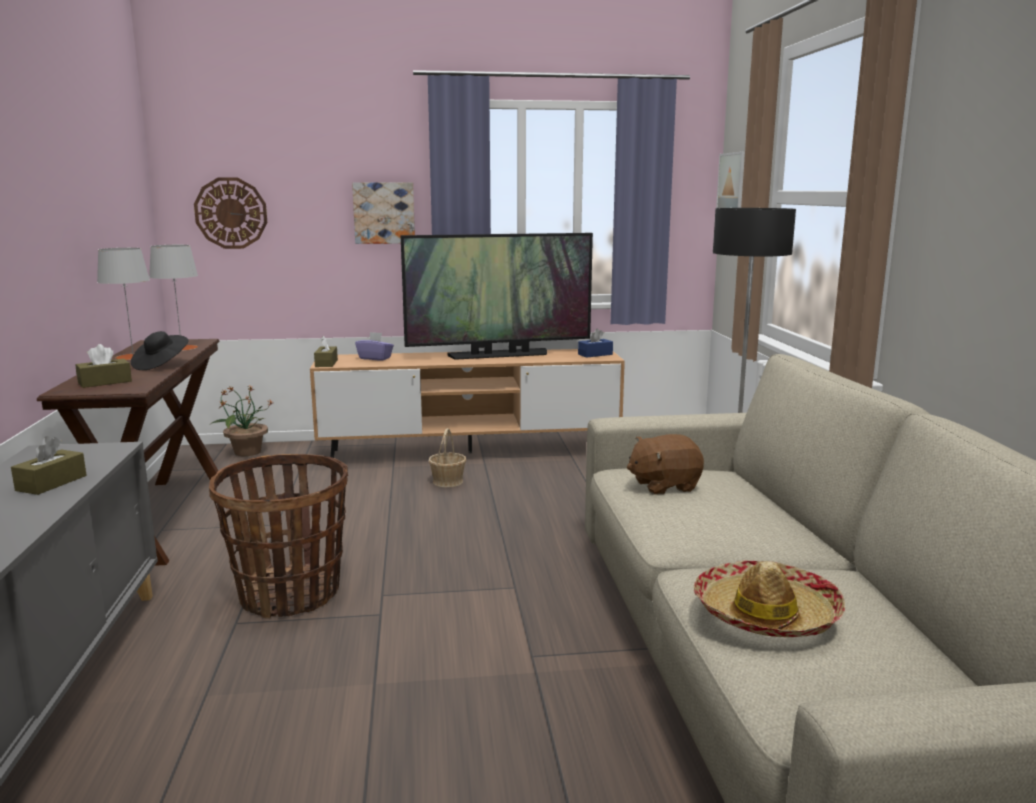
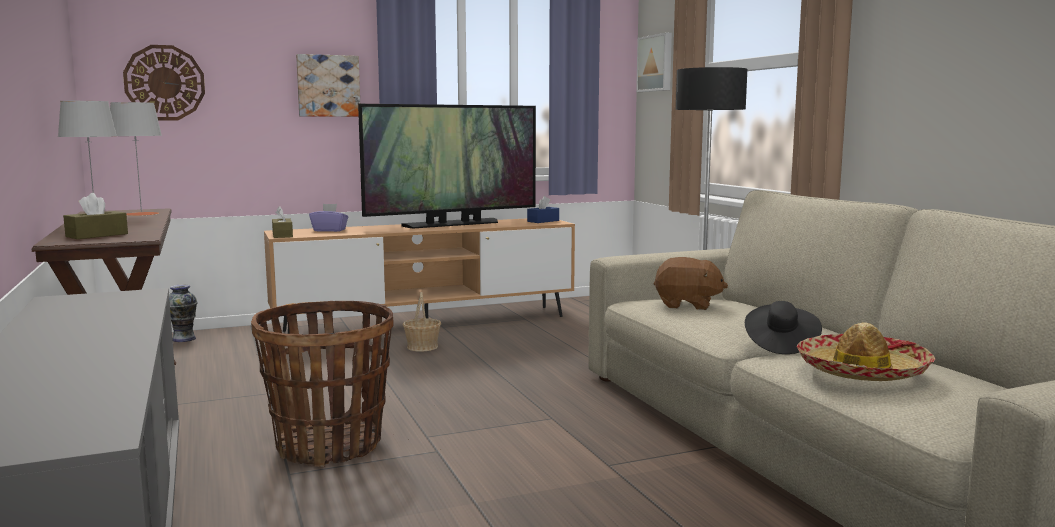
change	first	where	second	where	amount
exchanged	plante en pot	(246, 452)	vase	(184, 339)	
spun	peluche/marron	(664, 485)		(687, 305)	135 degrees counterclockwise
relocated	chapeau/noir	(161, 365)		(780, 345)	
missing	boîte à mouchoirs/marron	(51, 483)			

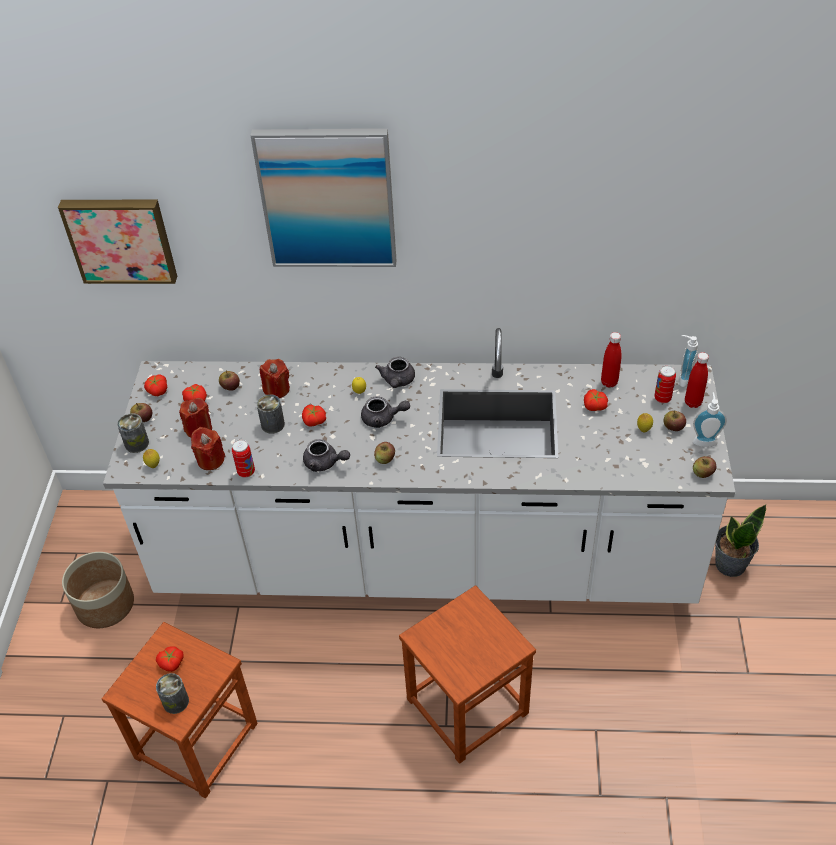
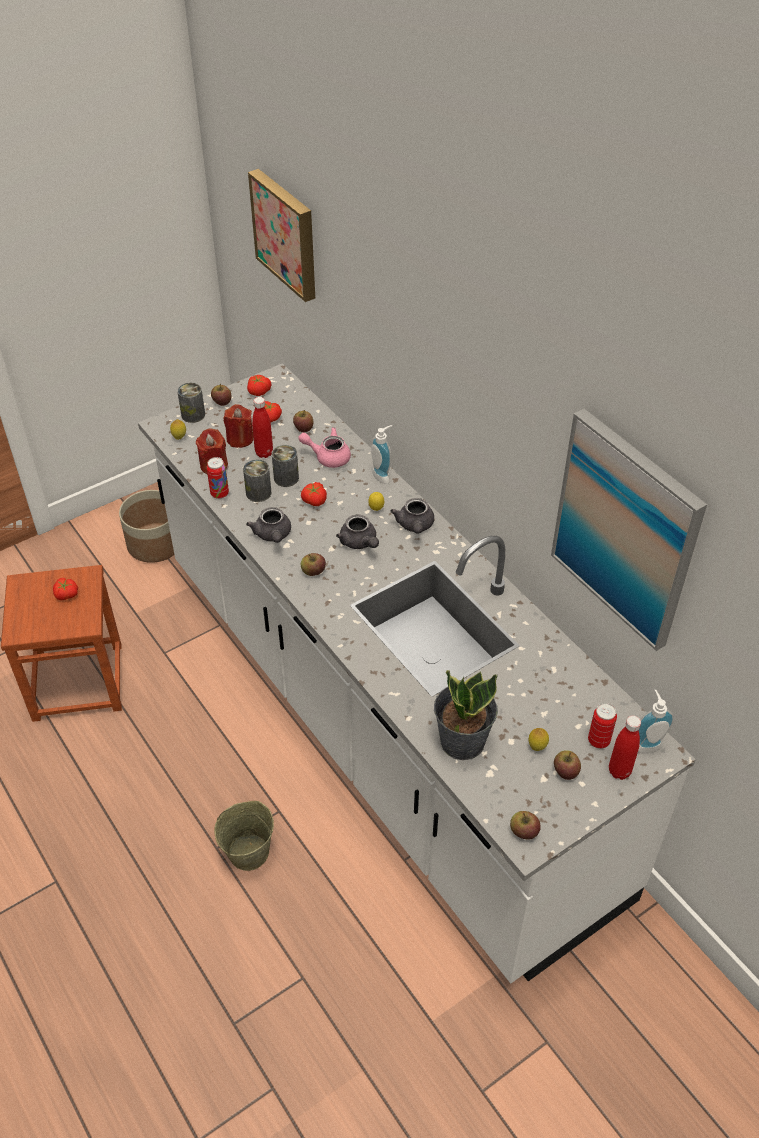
change	first	where	second	where	amount
exchanged	tabouret/marron	(467, 705)	seau/beige	(249, 851)	
relocated	boîte métallique	(176, 702)		(258, 493)	
relocated	bouteille/rouge	(609, 382)		(264, 453)	
exchanged	bougie/rouge	(276, 389)	théière/rose	(328, 457)	
relocated	distributeur de savon	(704, 440)		(383, 475)	
spun	théière/gris	(397, 381)		(415, 526)	60 degrees counterclockwise
relocated	plante en pot	(729, 564)		(462, 740)	
relocated	tableau	(327, 198)		(625, 529)	
missing	tomate	(594, 406)			

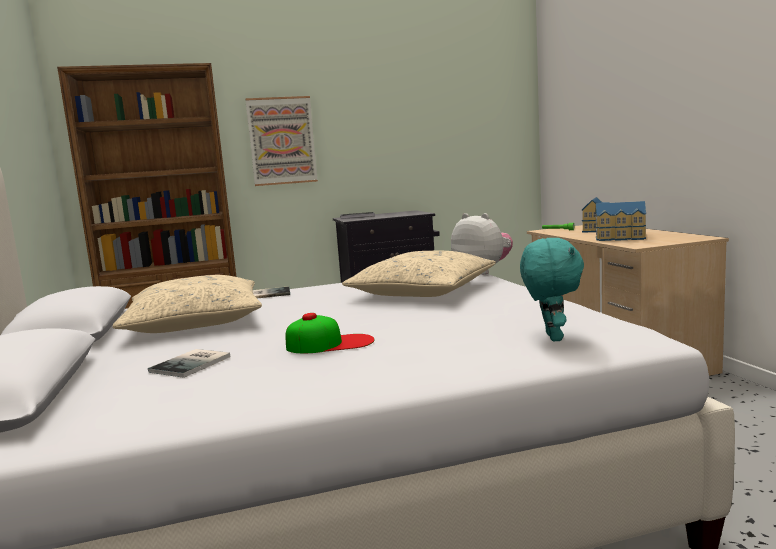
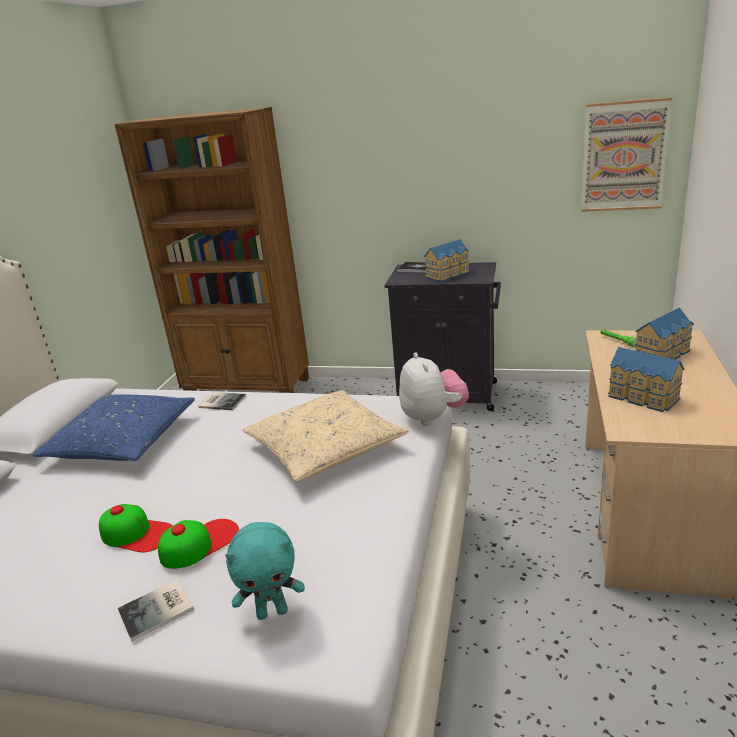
change	first	where	second	where	amount
colour	coussin/beige	(195, 322)	coussin/bleu	(122, 441)	
relocated	livre	(193, 364)		(158, 610)	
appeared			casquette	(199, 543)	
spun	peluche/turquoise	(551, 337)		(272, 612)	45 degrees clockwise
appeared			maison miniature	(449, 275)	
relocated	tableau	(282, 141)		(624, 156)	

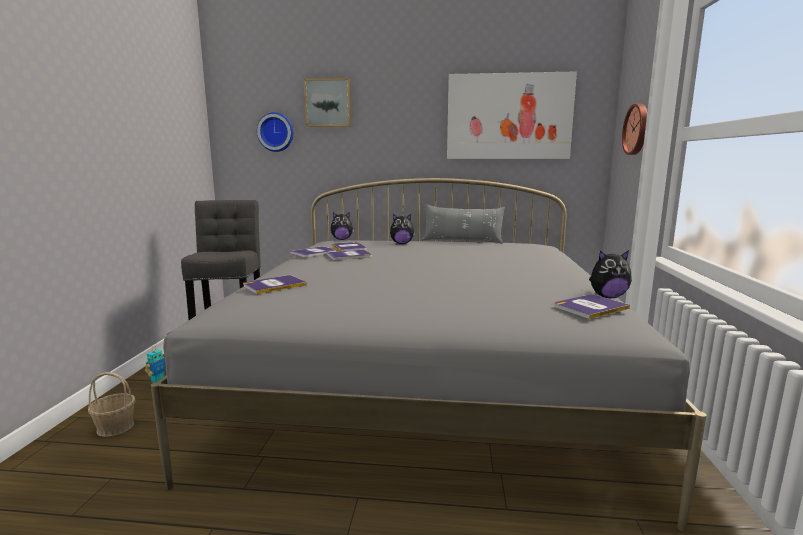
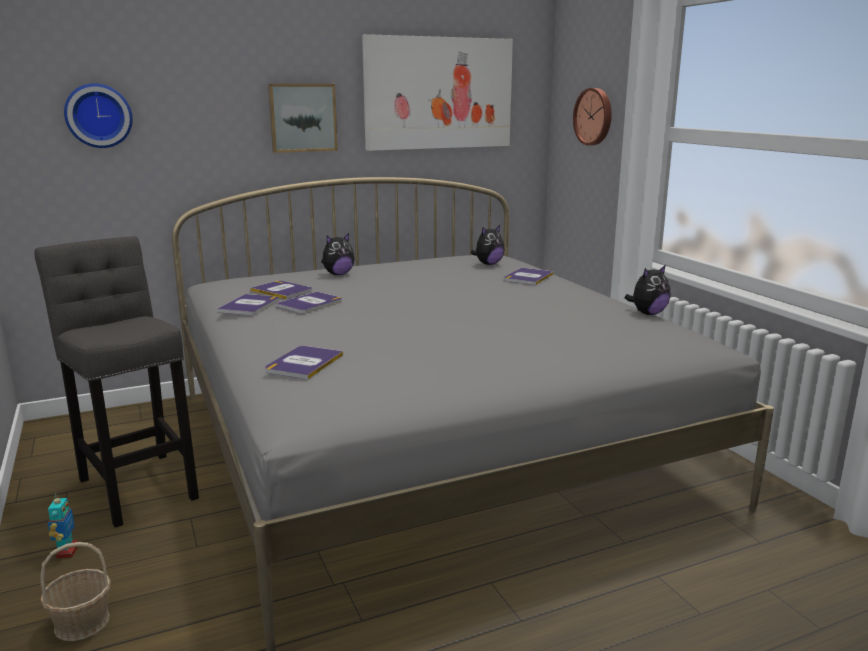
change	first	where	second	where	amount
relocated	tableau	(328, 103)		(302, 117)	
relocated	peluche	(342, 239)		(488, 264)	
relocated	livre	(590, 307)		(528, 277)	
missing	coussin/gris	(462, 241)			

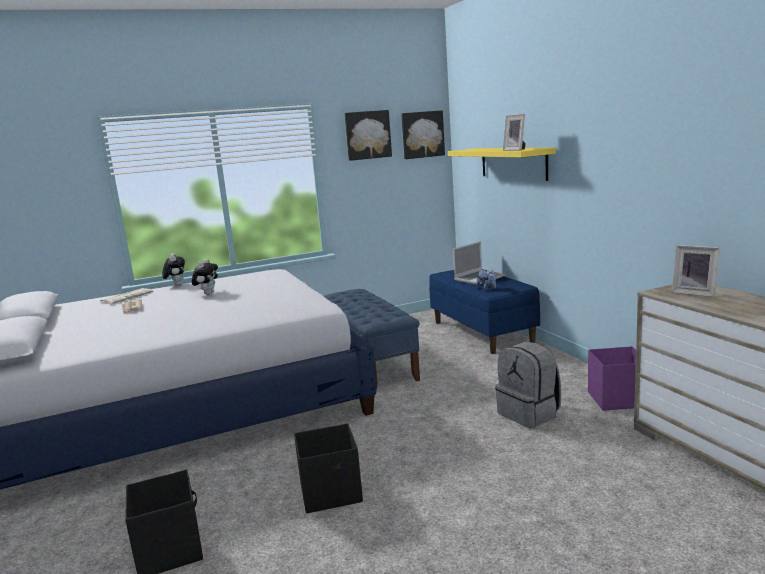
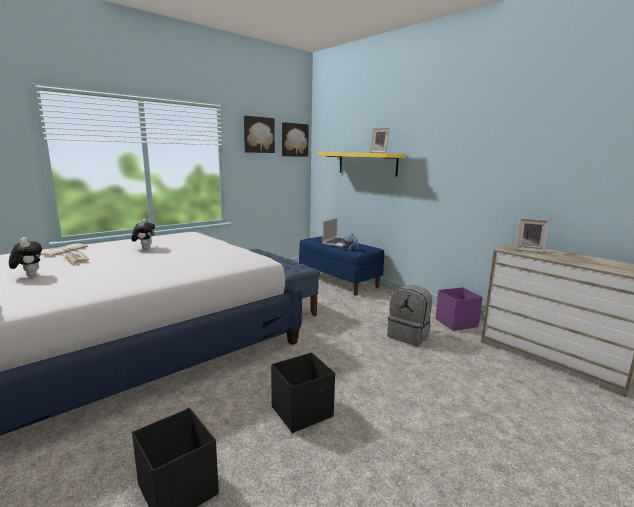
change	first	where	second	where	amount
relocated	peluche	(176, 285)		(29, 276)	

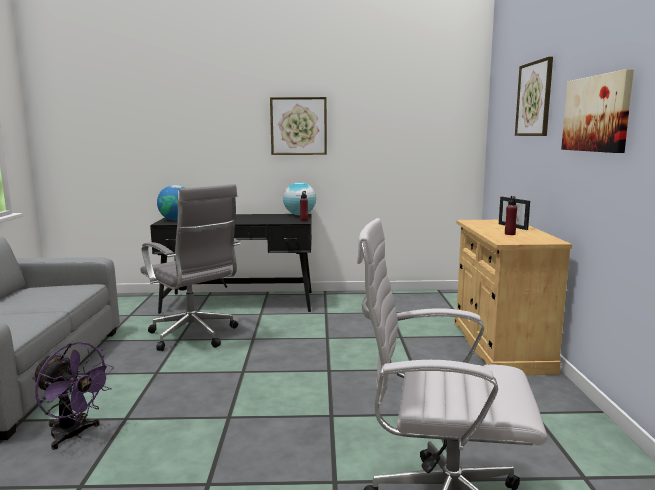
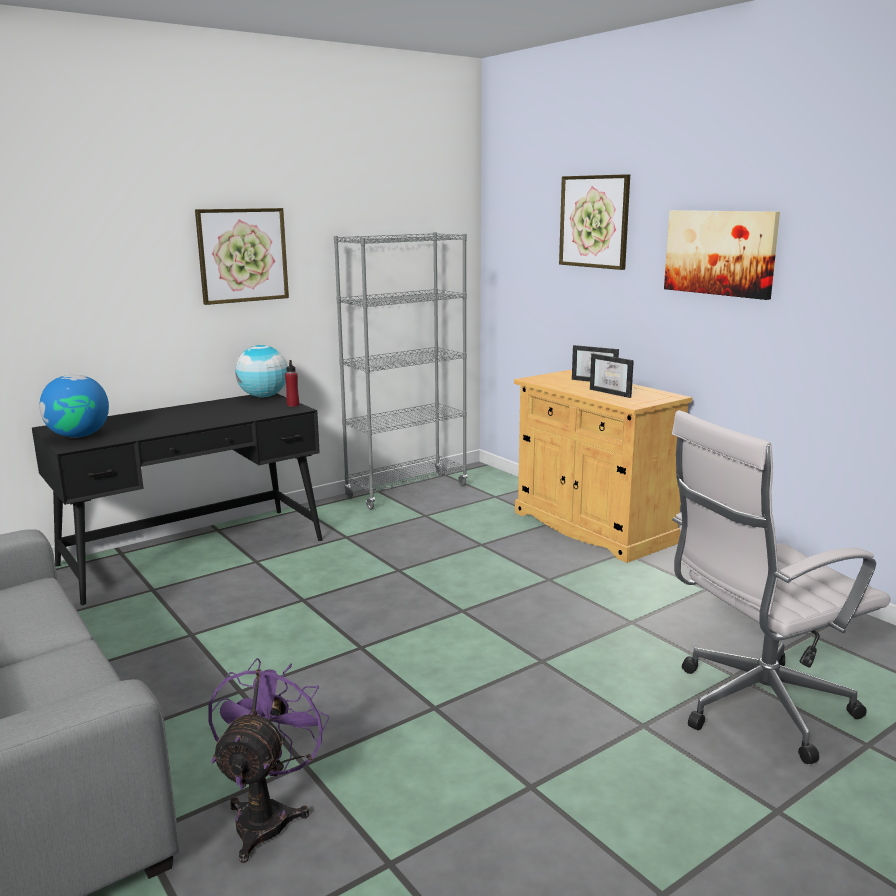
change	first	where	second	where	amount
spun	ventilateur/violet	(74, 435)		(267, 815)	75 degrees counterclockwise
appeared			bibliothèque/gris	(407, 491)	
exchanged	bouteille/rouge	(510, 234)	cadre photo	(614, 393)	
missing	chaise de bureau/gris	(195, 336)			

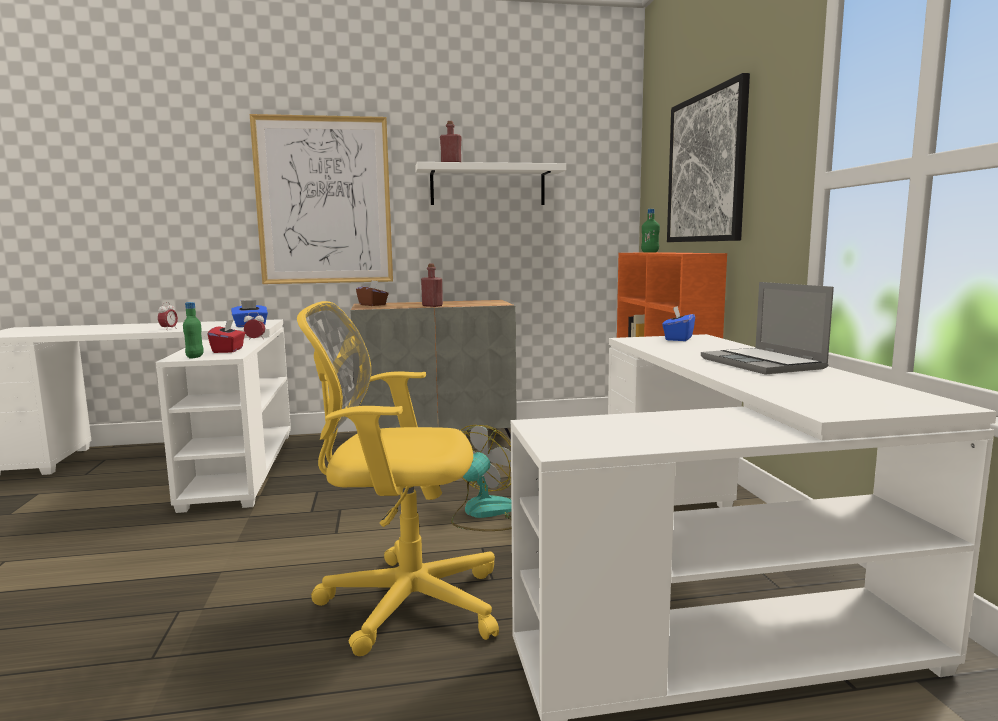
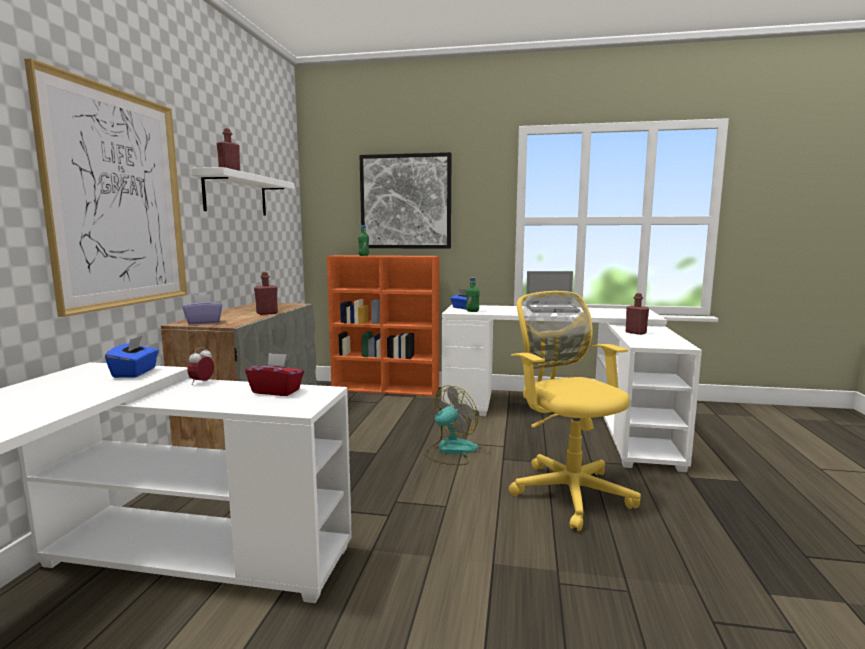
change	first	where	second	where	amount
colour	boîte à mouchoirs/marron	(373, 305)	boîte à mouchoirs/violet	(204, 322)	
spun	ventilateur	(483, 514)		(450, 451)	90 degrees clockwise
relocated	bouteille/vert	(195, 357)		(472, 311)	
spun	chaise de bureau/jaune	(403, 602)		(568, 490)	135 degrees clockwise
appeared			bouteille/rouge	(635, 333)	
missing	réveil	(168, 329)			

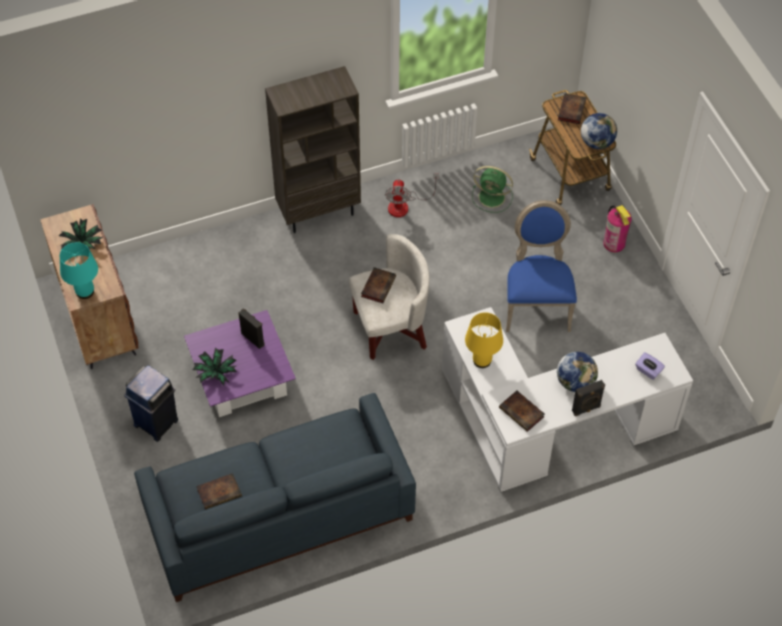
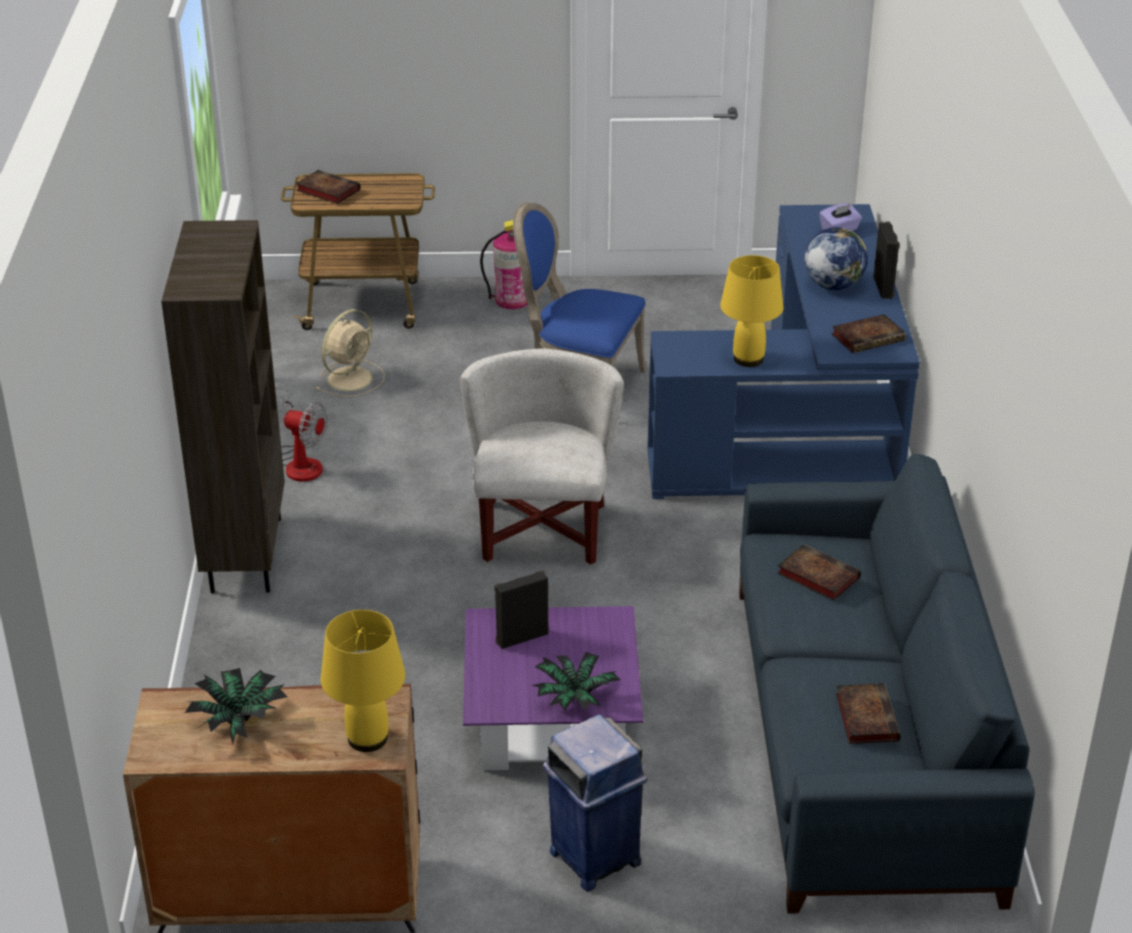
change	first	where	second	where	amount
colour	ventilateur/vert	(493, 197)	ventilateur/beige	(351, 378)	
colour	lampe de table/turquoise	(84, 291)	lampe de table/jaune	(367, 739)	
colour	bureau/blanc	(548, 425)	bureau/bleu	(801, 427)	
relocated	livre	(378, 286)		(816, 576)	
missing	globe	(596, 142)			

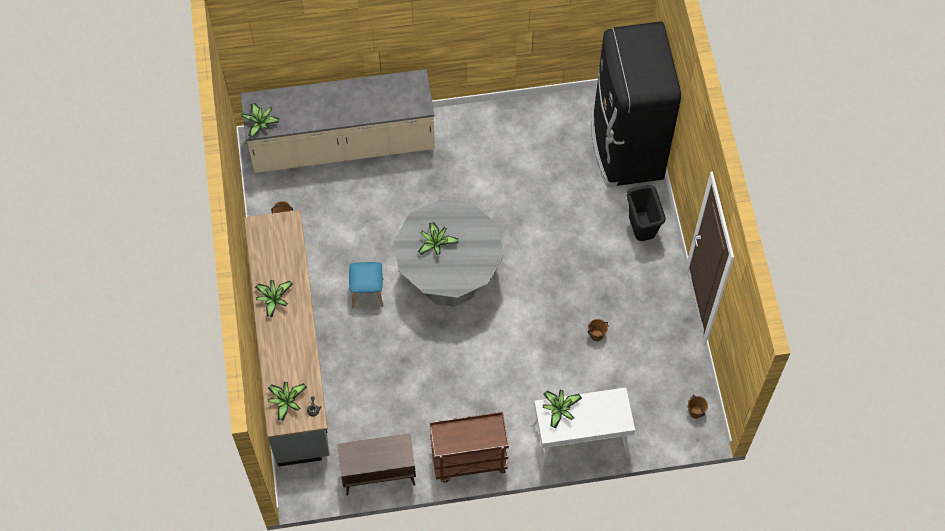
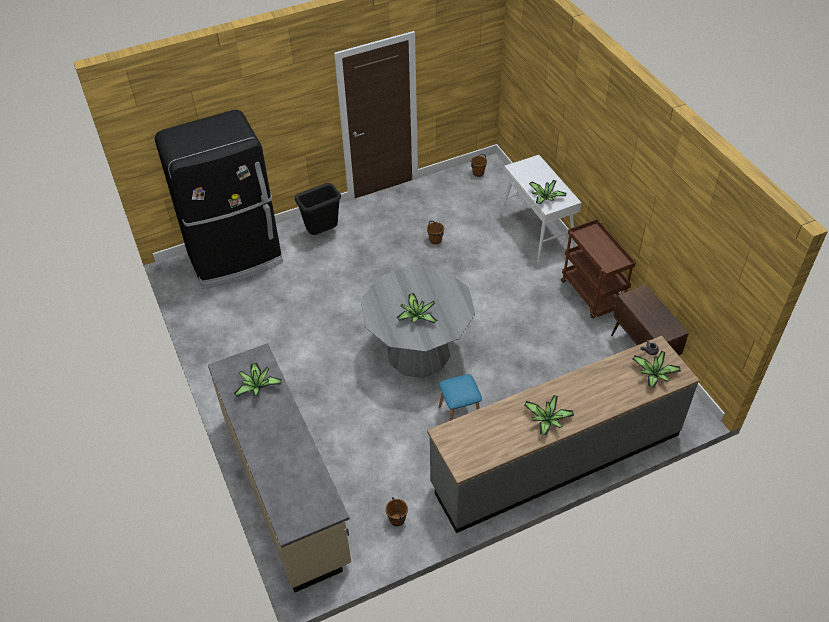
change	first	where	second	where	amount
relocated	plante en pot	(260, 123)		(257, 386)	

